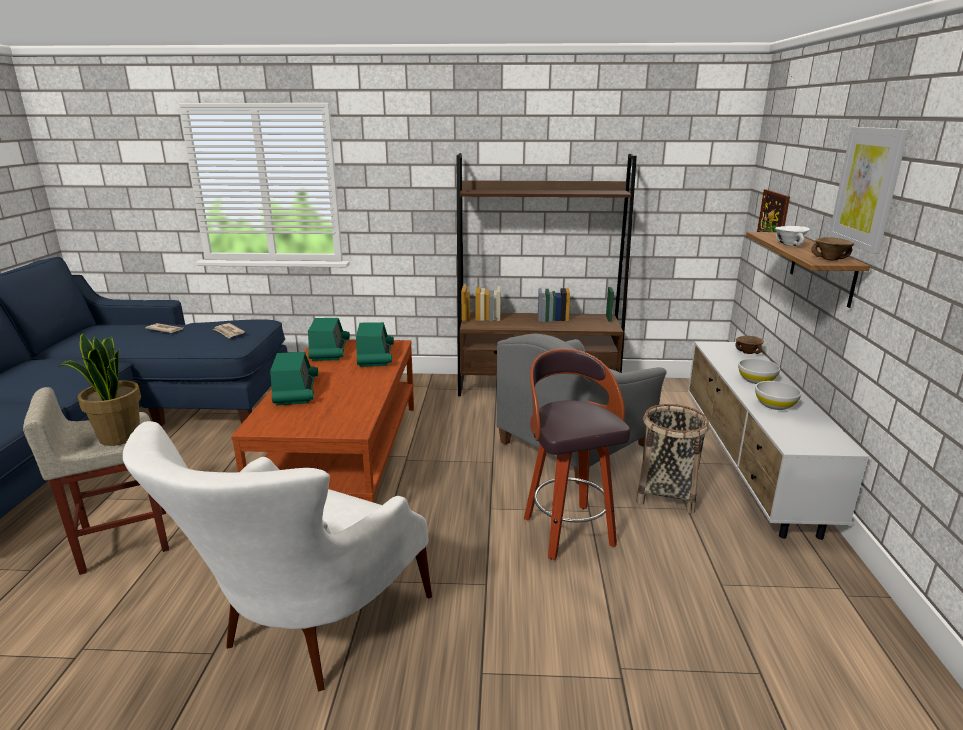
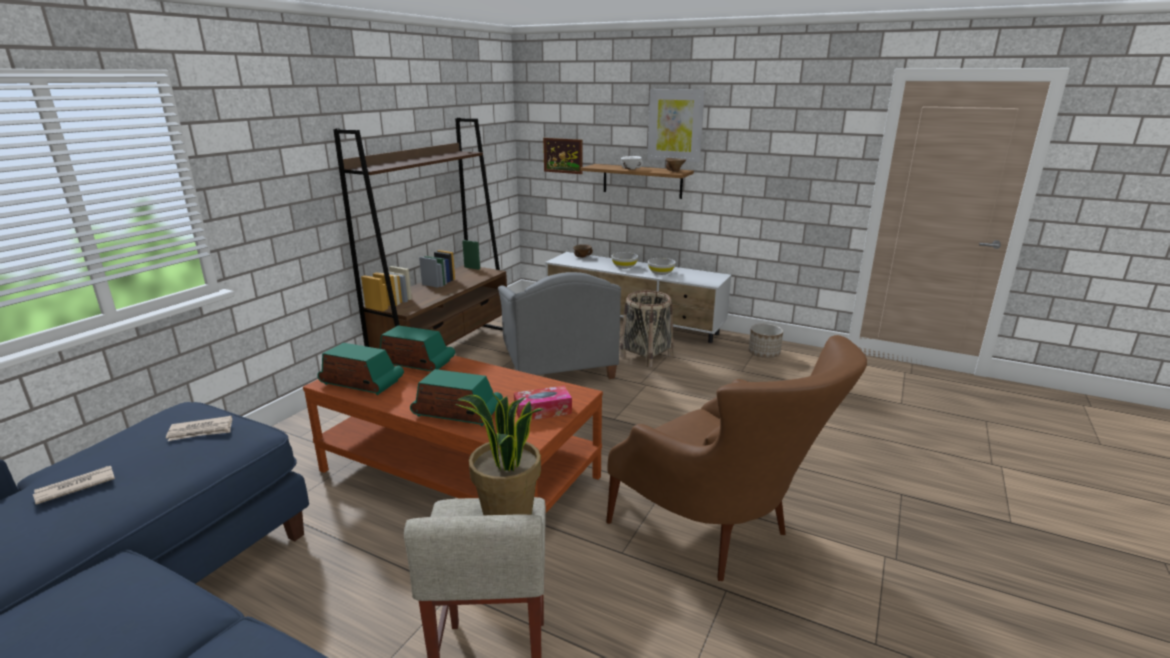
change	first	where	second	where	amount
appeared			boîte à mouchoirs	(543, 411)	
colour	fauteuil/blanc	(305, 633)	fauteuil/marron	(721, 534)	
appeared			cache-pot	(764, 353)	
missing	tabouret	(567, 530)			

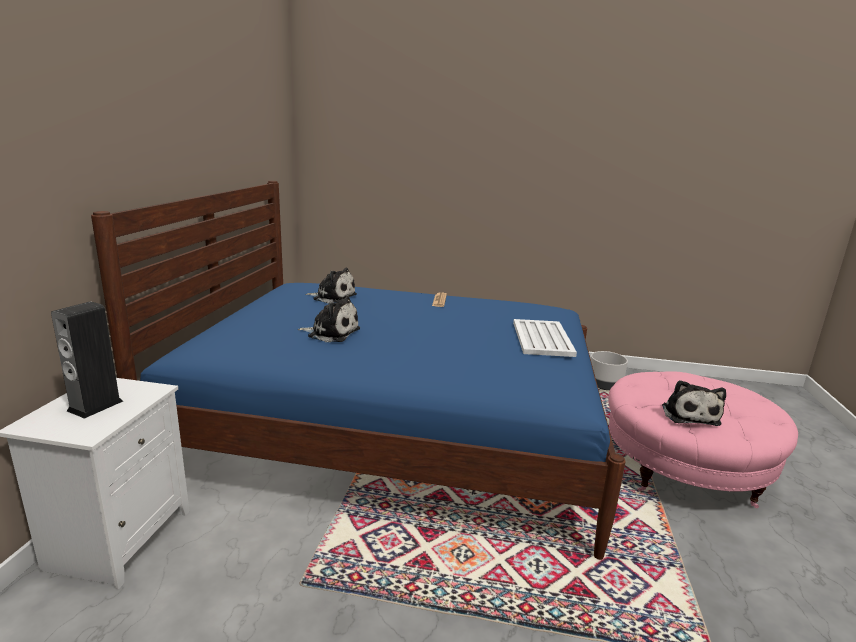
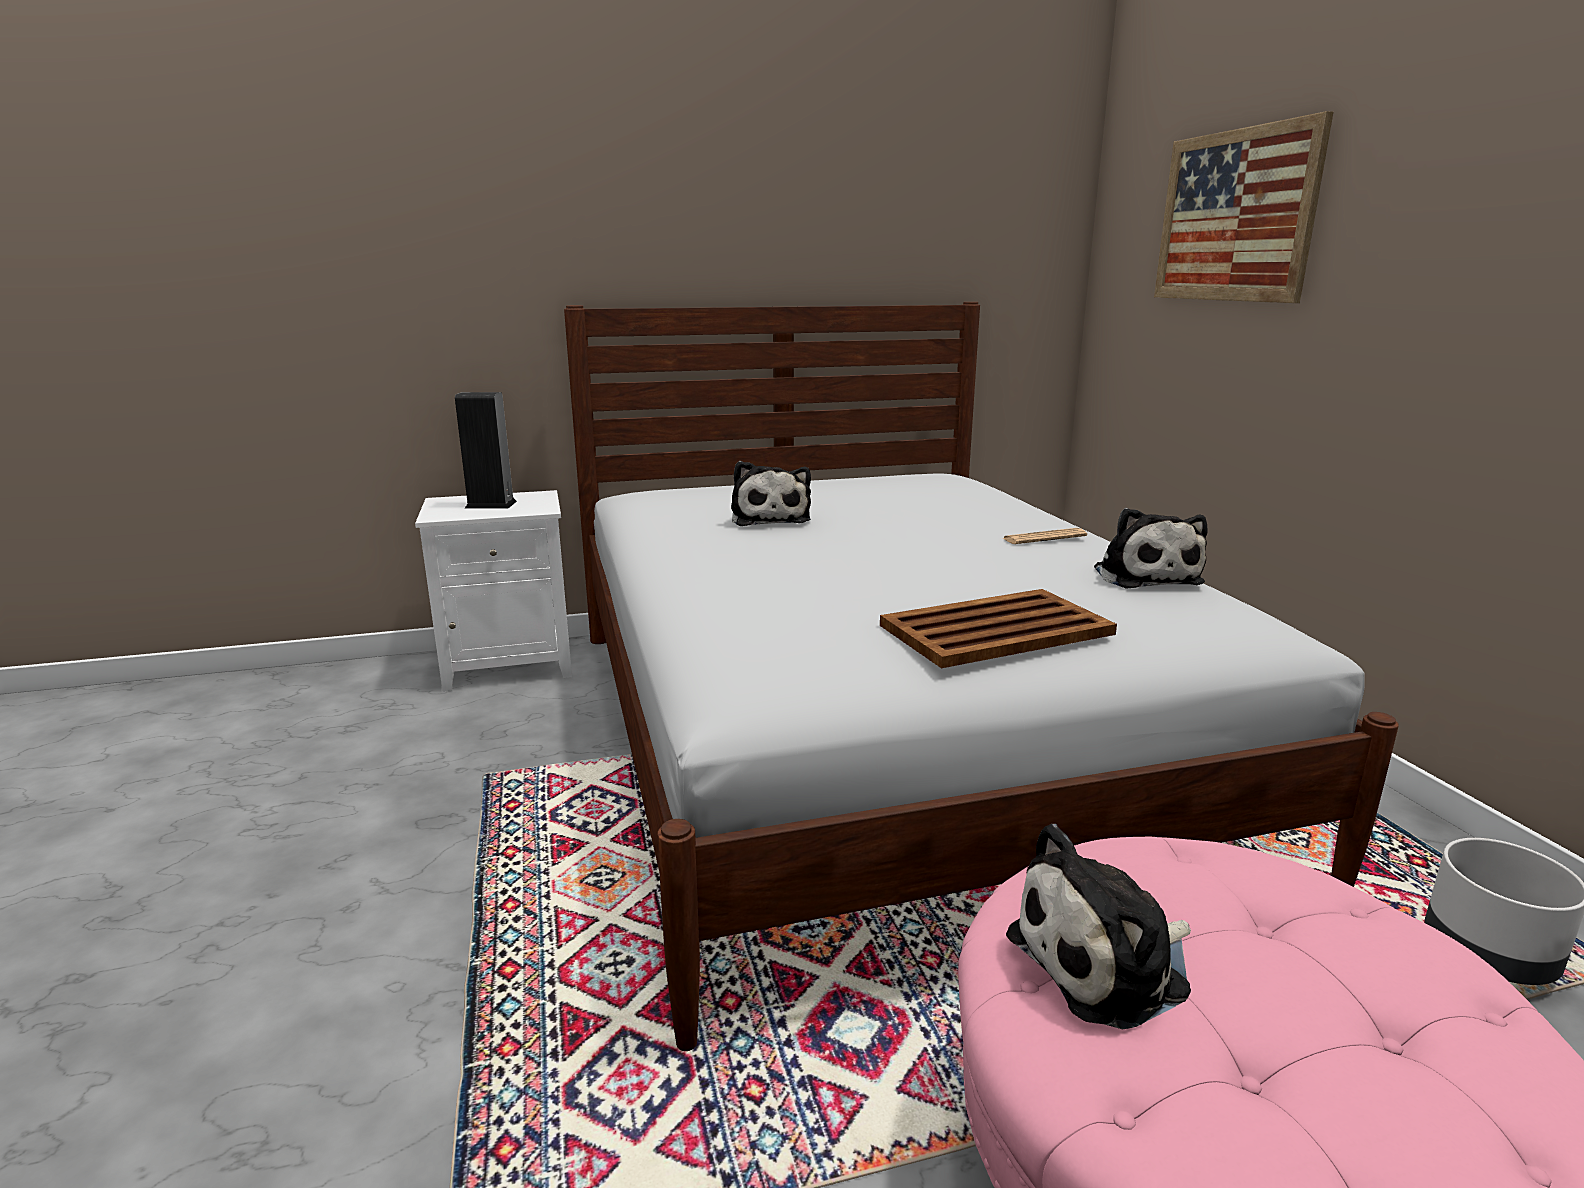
change	first	where	second	where	amount
colour	lit/bleu	(396, 430)	lit/blanc	(873, 738)	
colour	plateau/blanc	(542, 339)	plateau/marron	(993, 630)	
relocated	peluche	(332, 297)		(1144, 576)	
appeared			tableau	(1235, 216)	

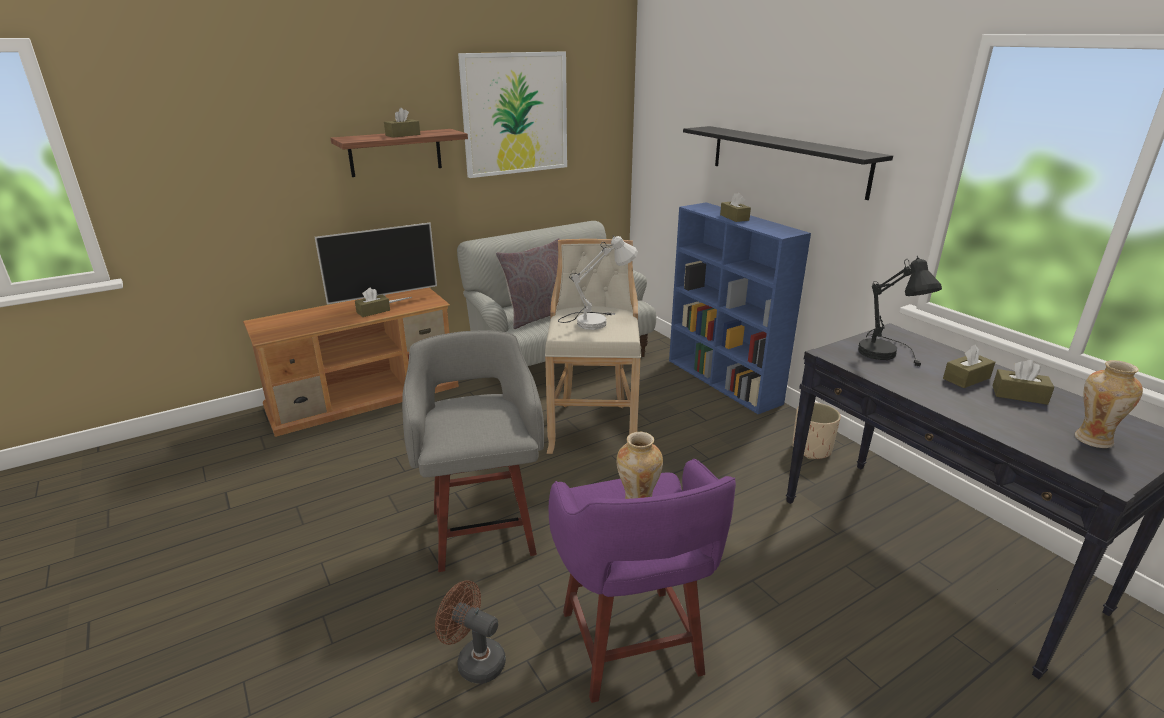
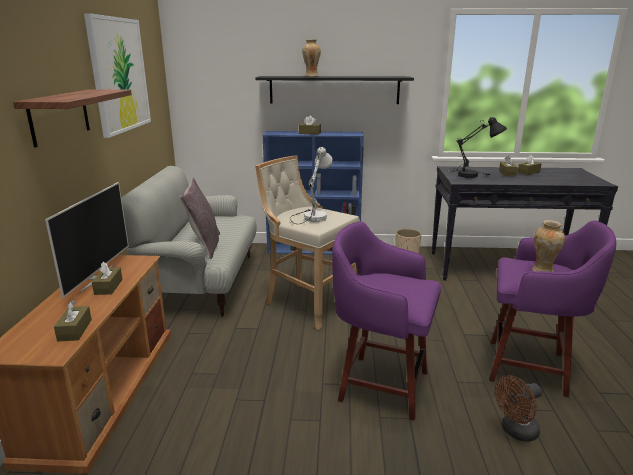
change	first	where	second	where	amount
relocated	boîte à mouchoirs/marron	(403, 135)		(75, 330)	
relocated	vase	(1092, 439)		(311, 76)	
colour	tabouret/gris	(482, 529)	tabouret/violet	(380, 385)	

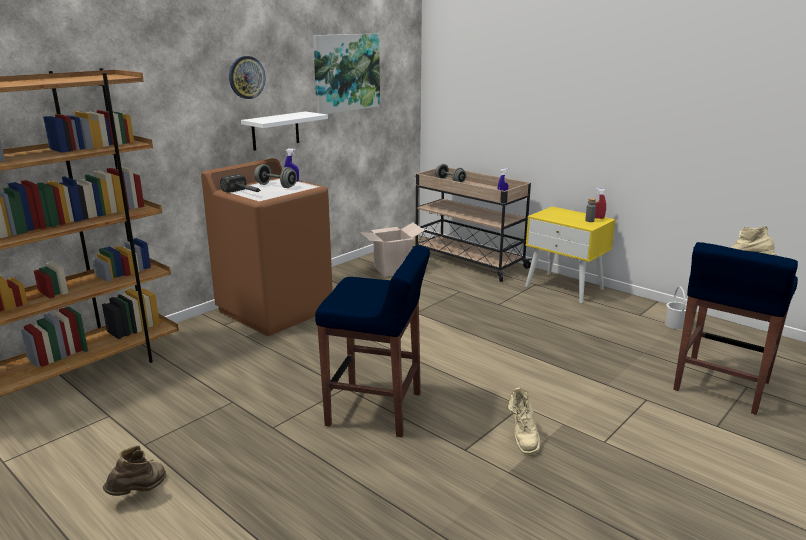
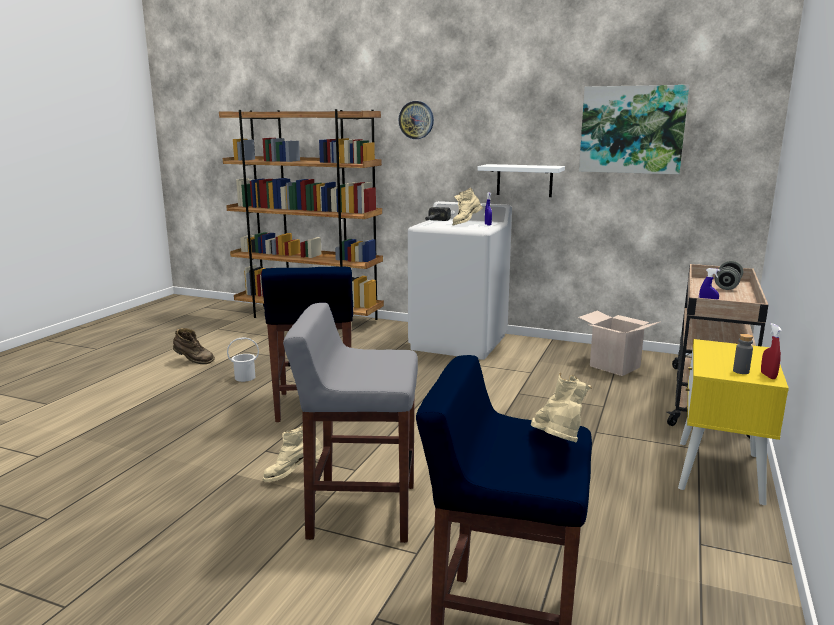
change	first	where	second	where	amount
relocated	seau/blanc	(674, 325)		(245, 377)	
appeared			tabouret/gris	(360, 511)	
relocated	horloge murale	(246, 77)		(416, 120)	
colour	lave-linge/marron	(276, 310)	lave-linge/blanc	(459, 342)	
exchanged	haltère/gris	(276, 186)	botte/beige	(466, 224)	

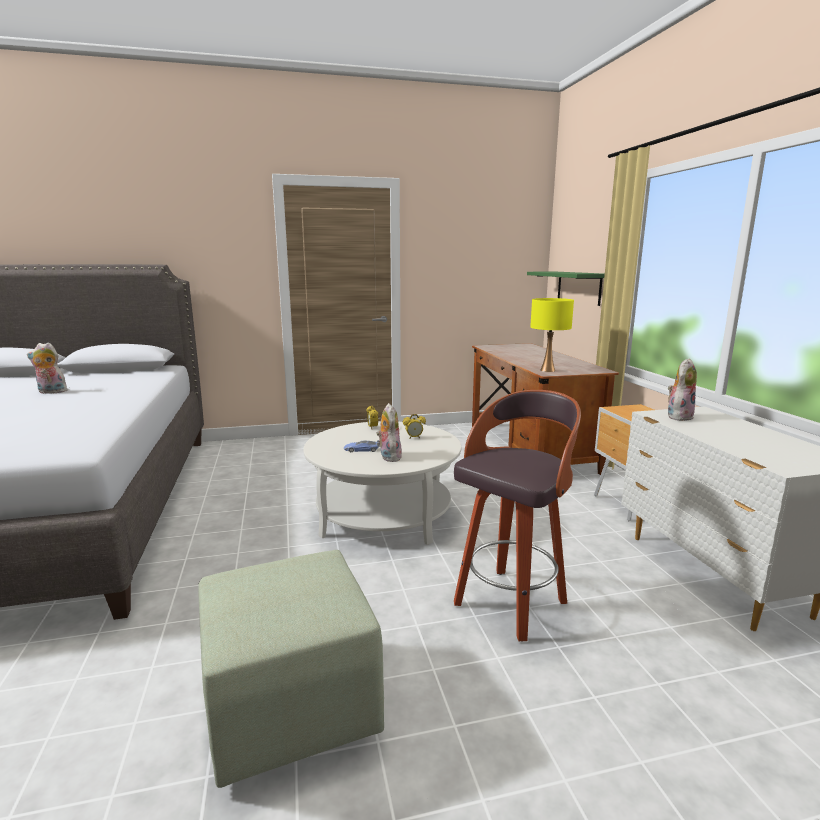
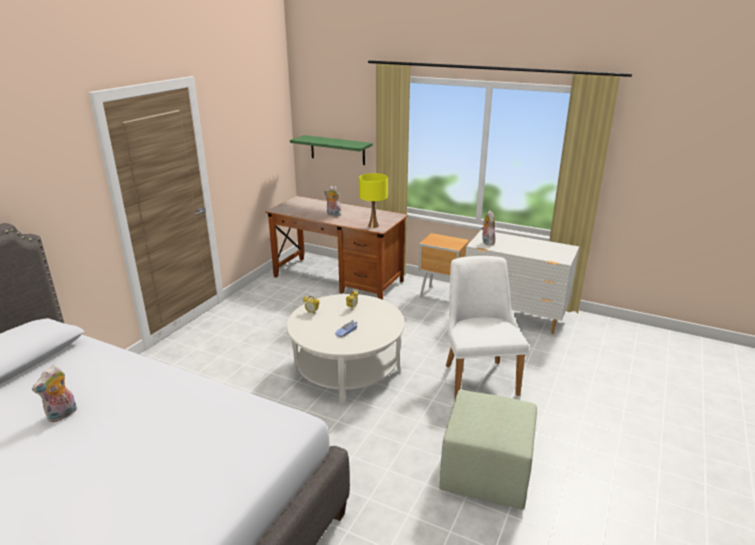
change	first	where	second	where	amount
relocated	peluche	(388, 457)		(333, 215)	
exchanged	tabouret	(511, 602)	chaise/blanc	(477, 375)	

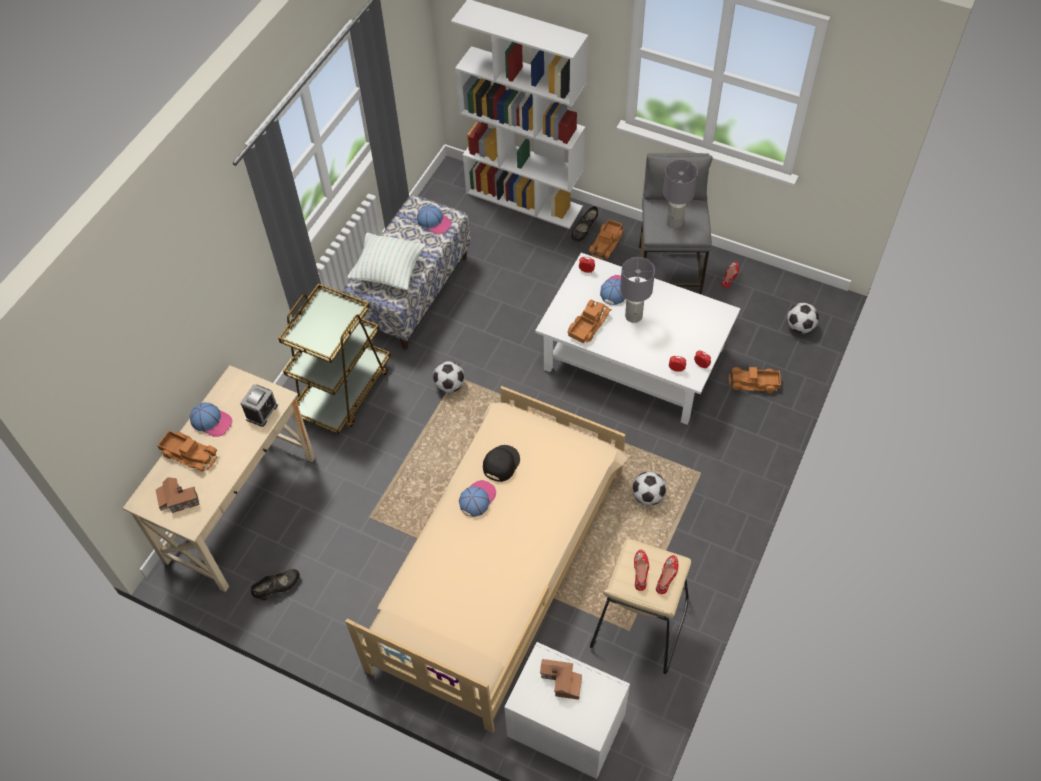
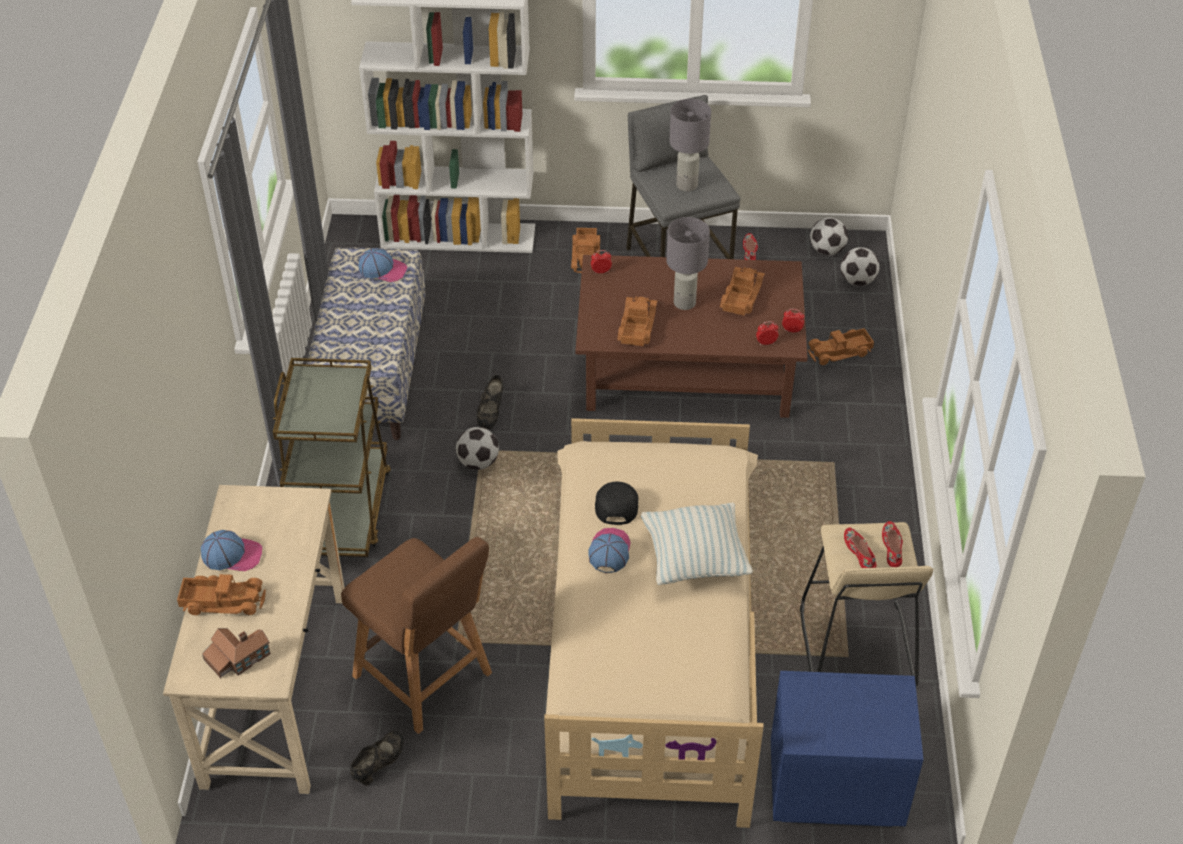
change	first	where	second	where	amount
appeared			tabouret/marron	(427, 678)	
relocated	chaussure/noir	(584, 231)		(491, 413)	
colour	table basse/blanc	(633, 359)	table basse/marron	(687, 367)	
relocated	coussin	(388, 272)		(694, 560)	
appeared			camion jouet	(740, 296)	
colour	table de chevet/blanc	(565, 726)	table de chevet/bleu	(832, 787)	
relocated	ballon de foot	(647, 496)		(826, 250)	
missing	réveil	(262, 412)			
missing	maison miniature	(561, 682)			
missing	casquette	(615, 290)			

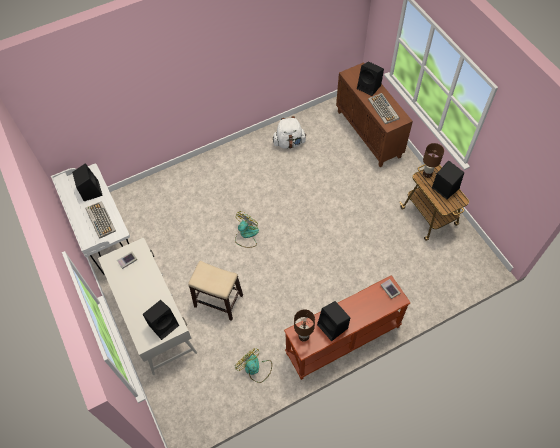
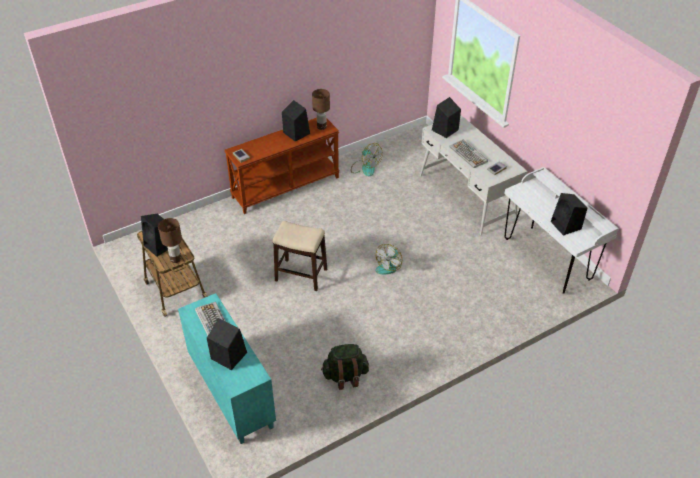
change	first	where	second	where	amount
colour	meuble de rangement/marron	(369, 134)	meuble de rangement/turquoise	(230, 392)	
relocated	tabouret	(219, 301)		(300, 275)	
colour	sac à dos/blanc	(289, 142)	sac à dos/vert	(345, 376)	
relocated	clavier	(100, 220)		(468, 154)	

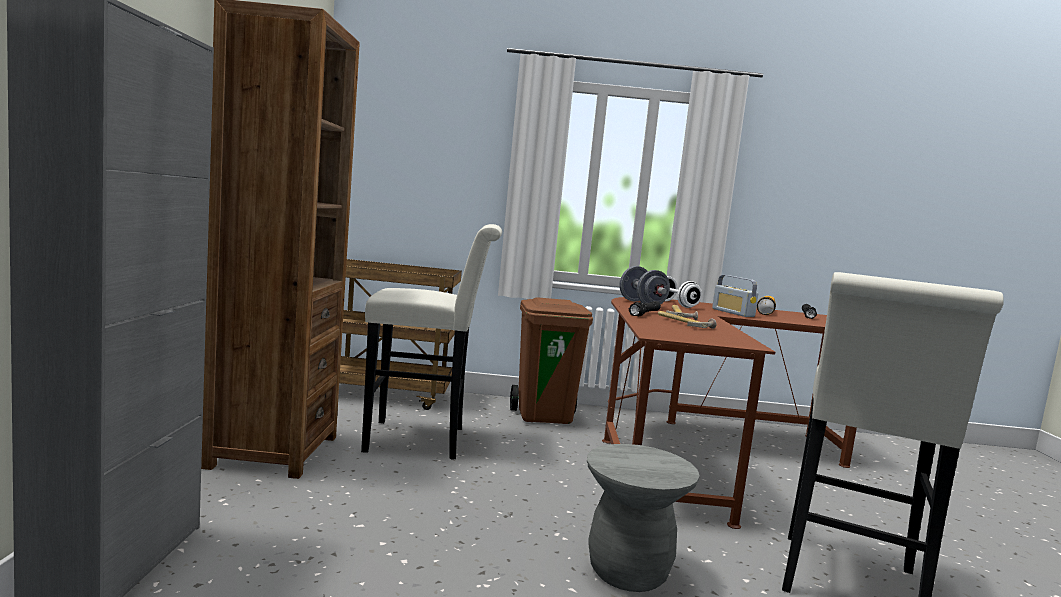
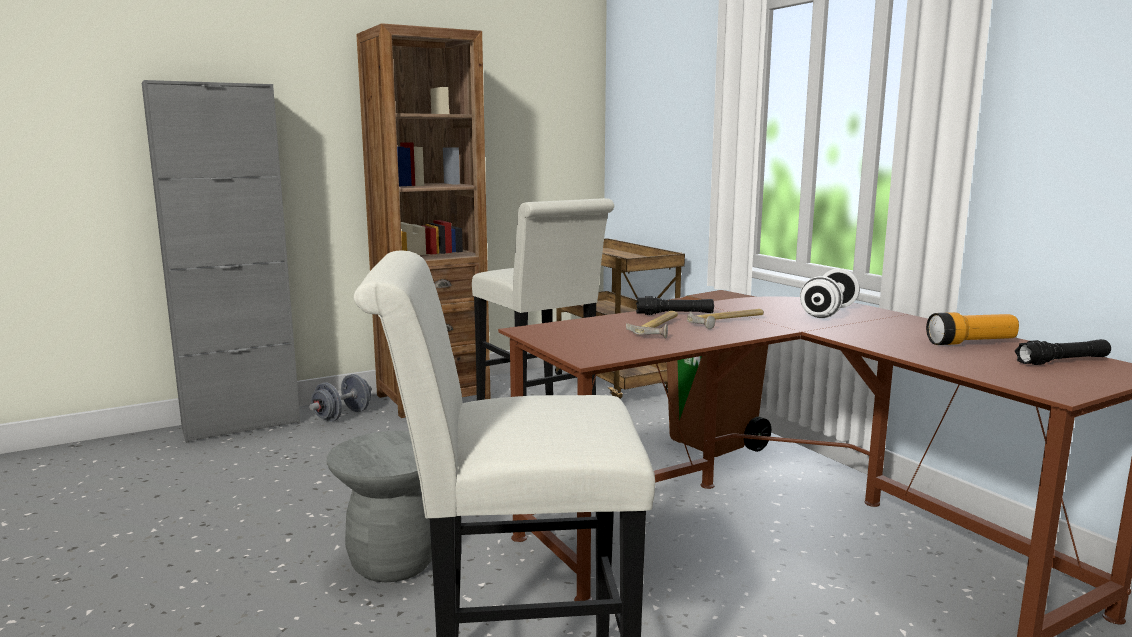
change	first	where	second	where	amount
relocated	haltère/gris	(642, 303)		(342, 416)	
missing	radio	(733, 312)			

